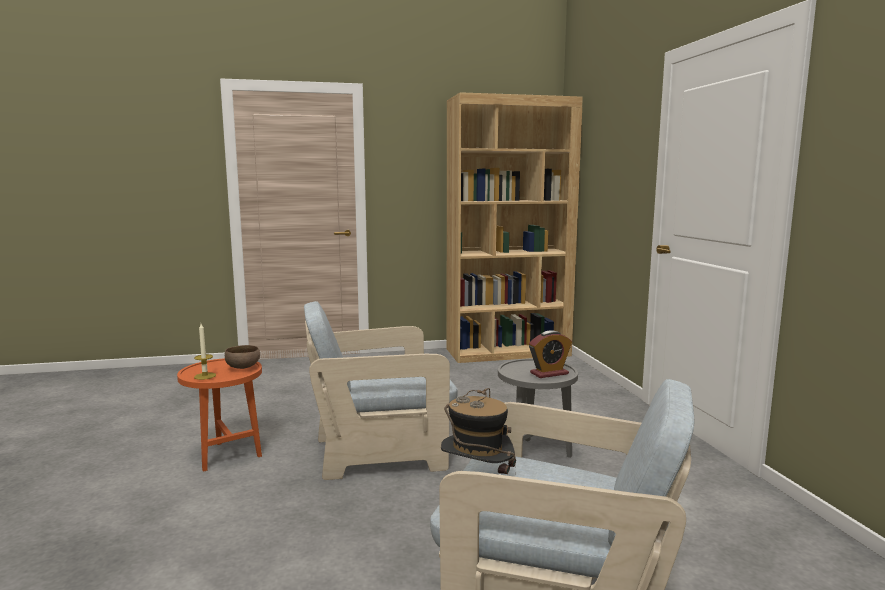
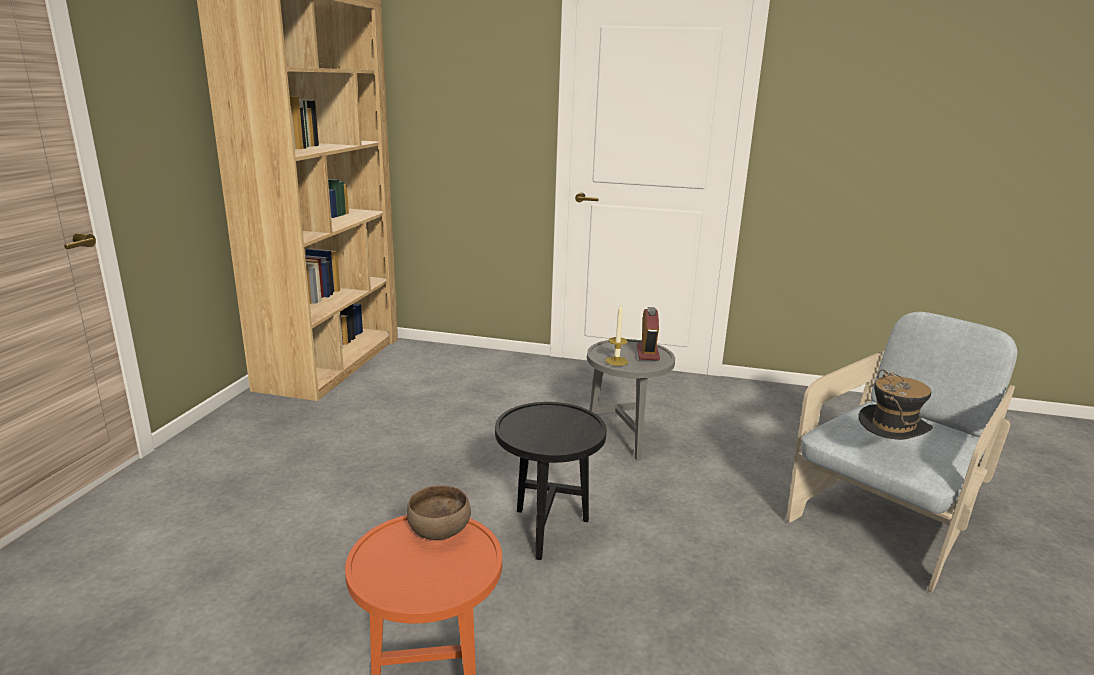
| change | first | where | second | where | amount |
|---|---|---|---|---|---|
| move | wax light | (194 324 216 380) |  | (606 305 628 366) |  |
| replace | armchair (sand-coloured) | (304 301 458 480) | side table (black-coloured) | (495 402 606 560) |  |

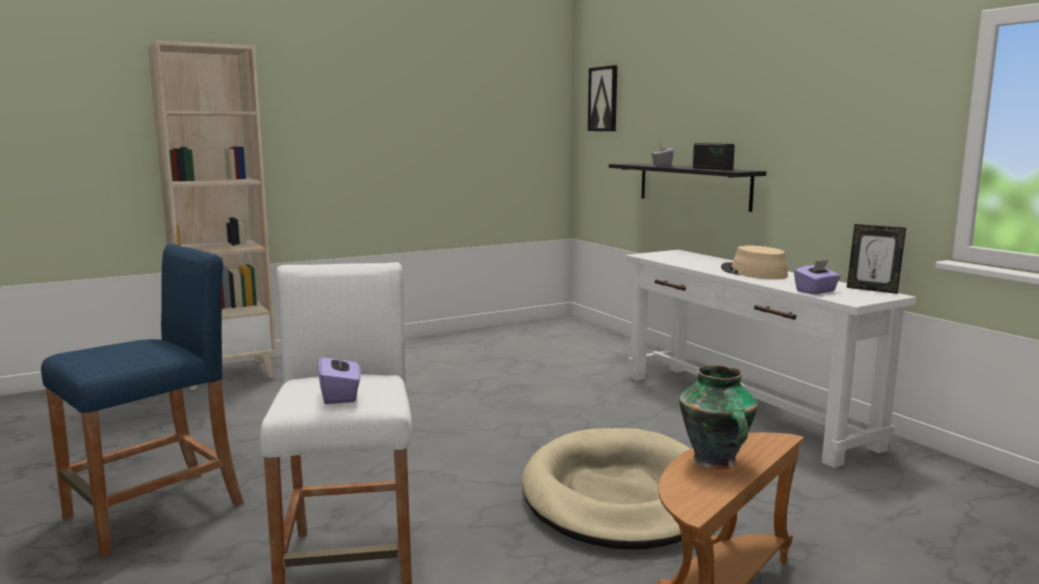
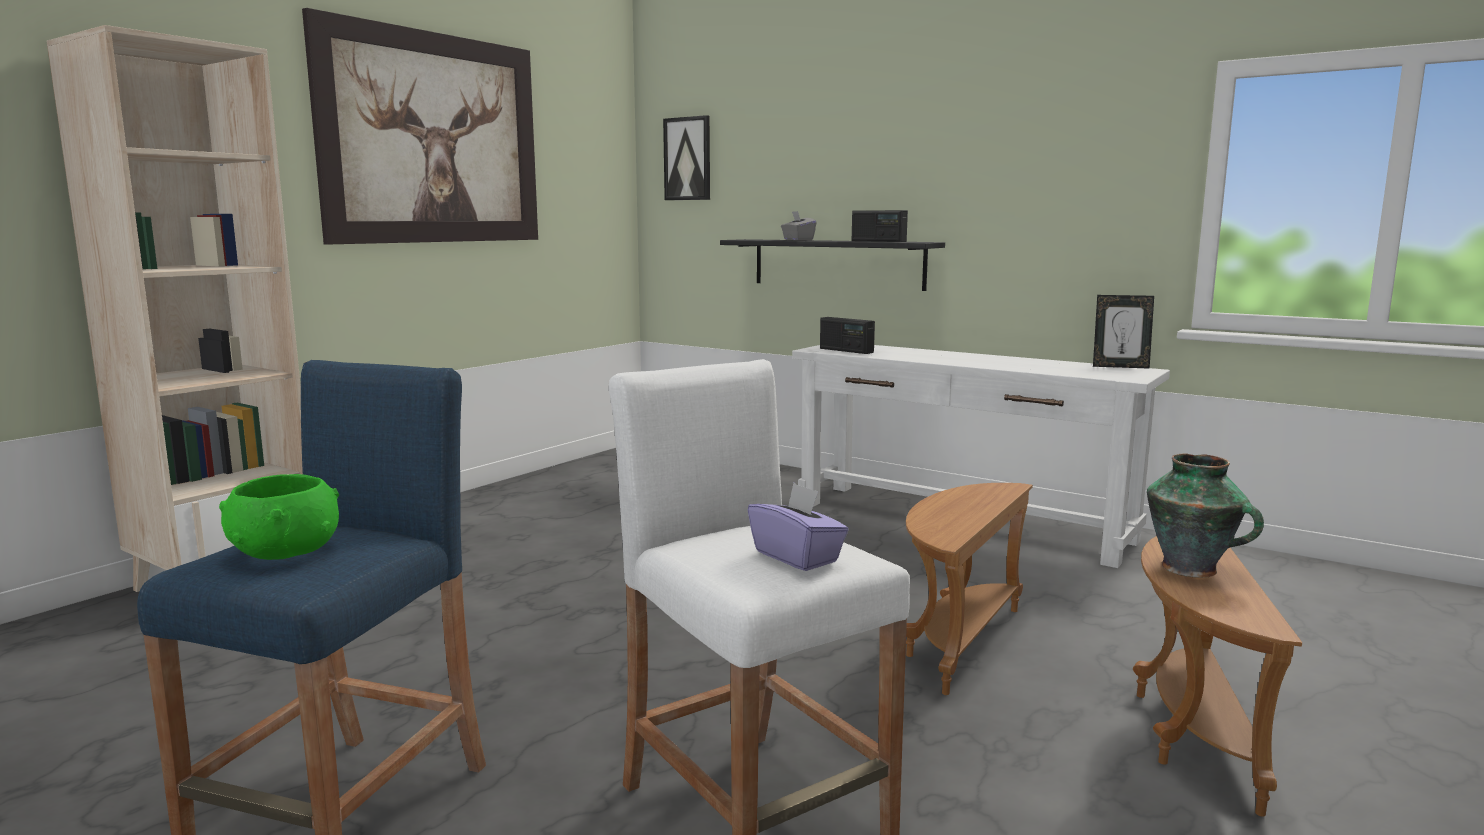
| change | first | where | second | where | amount |
|---|---|---|---|---|---|
| replace | dog cushion (sand-coloured) | (522 428 691 550) | side table (brownish) | (906 483 1033 695) |  |
| delete | wearable hat (sand-coloured) | (721 245 788 279) |  |  |  |
| delete | box of tissues (purple-coloured) | (794 260 841 294) |  |  |  |
| insert |  |  | serving bowl (green) | (219 474 339 560) |  |
| insert |  |  | picture | (302 8 538 244) |  |
| insert |  |  | radio receiver | (820 317 875 354) |  |

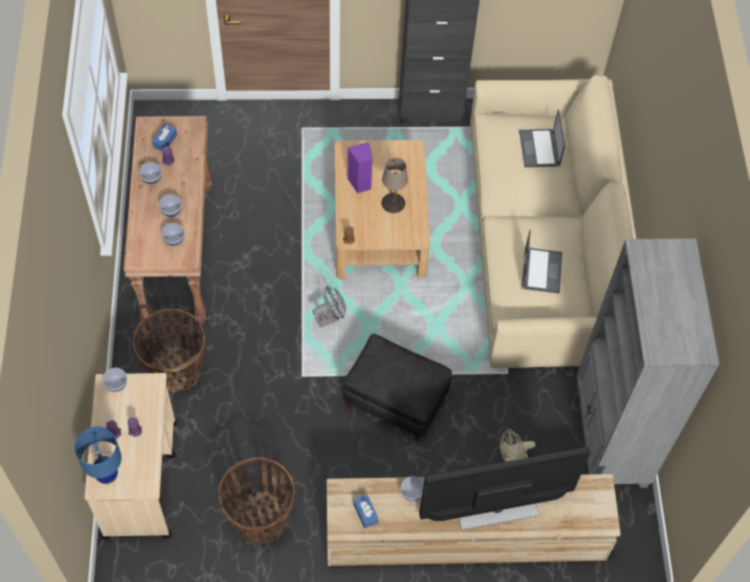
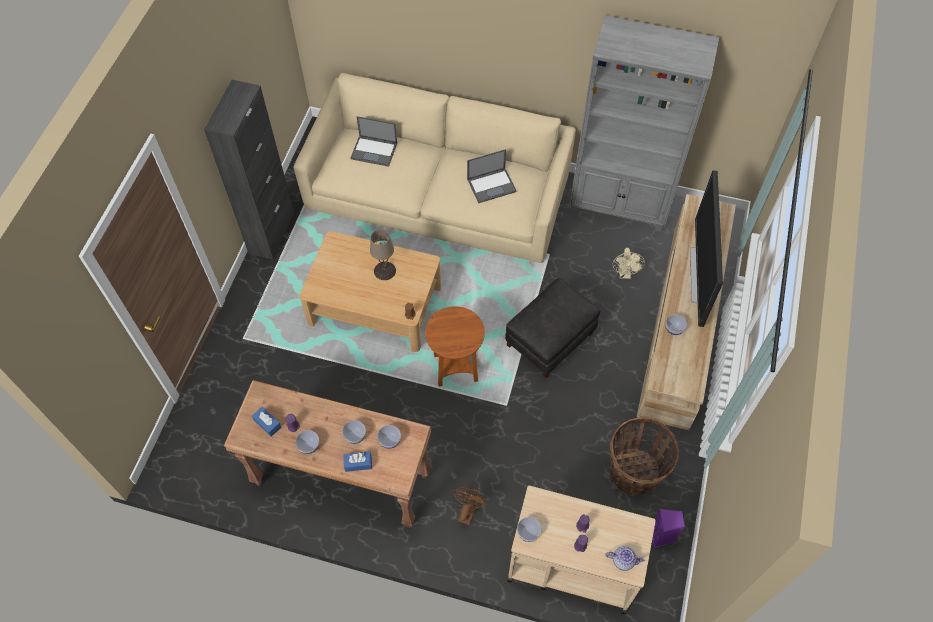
| change | first | where | second | where | amount |
|---|---|---|---|---|---|
| replace | table lamp (blue) | (74 426 122 485) | teapot | (605 546 646 571) |  |
| replace | household basket | (133 308 205 392) | electric fan (brownish) | (453 487 488 526) |  |
| replace | electric fan (grey) | (312 286 346 328) | side table (brownish) | (425 306 485 387) |  |
| move | speaker (purple-coloured) | (347 142 373 193) |  | (653 509 685 548) |  |
| move | box of tissues (blue) | (353 494 378 528) |  | (343 451 372 472) |  |
| rotate | portable computer | (522 229 562 293) |  | (467 149 517 203) | 135 degrees clockwise |

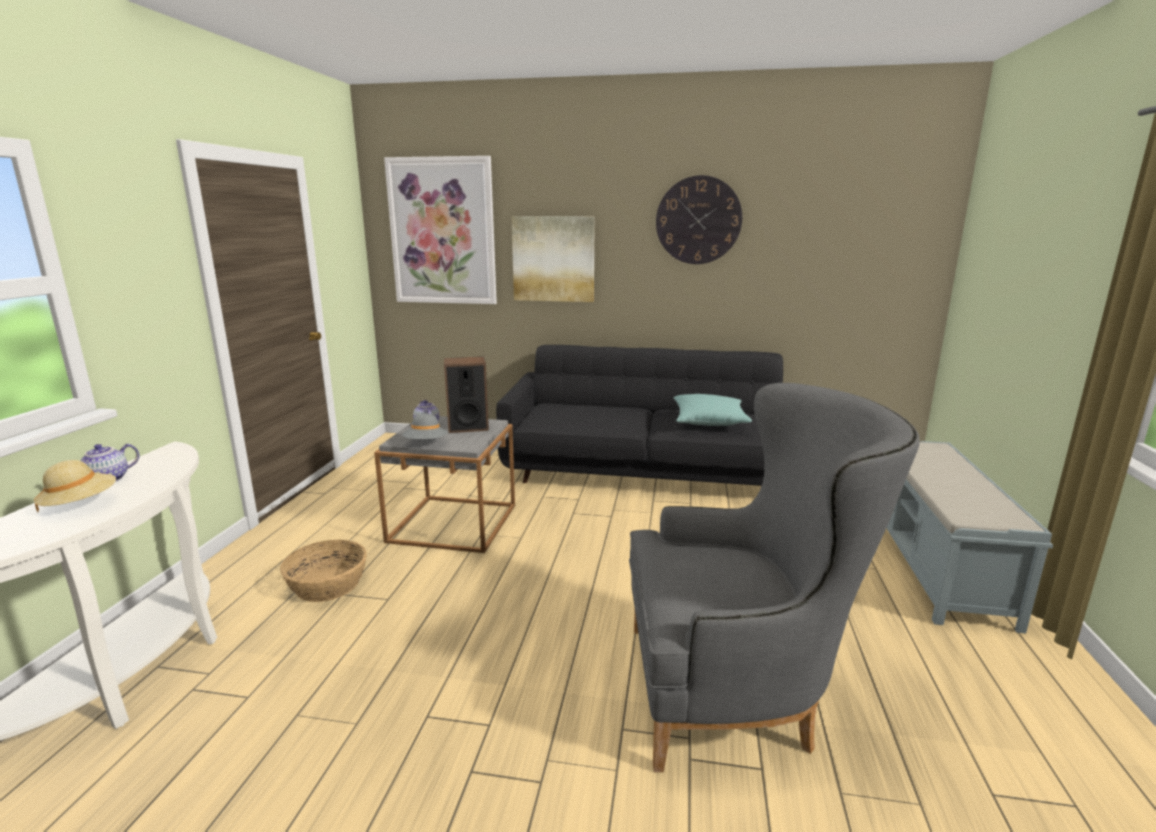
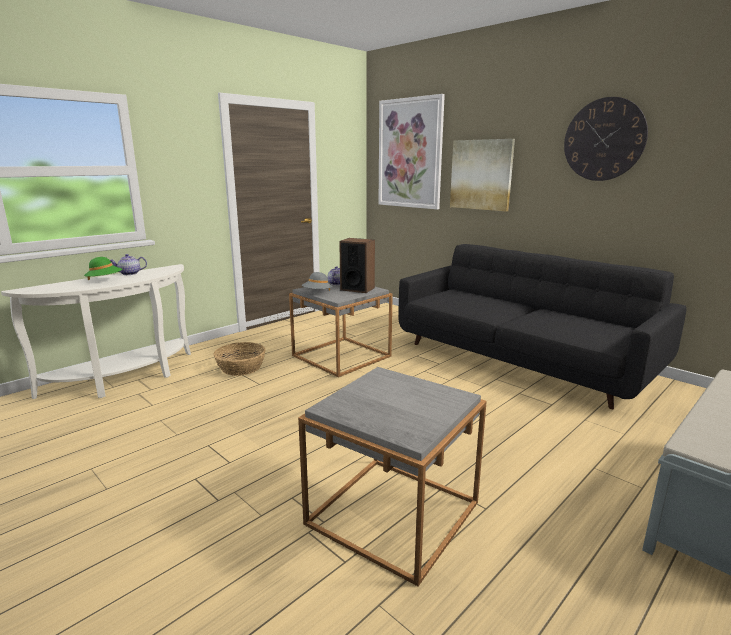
| change | first | where | second | where | amount |
|---|---|---|---|---|---|
| recolor | wearable hat (sand-coloured) | (34 460 116 512) | wearable hat (green) | (84 257 122 280) |  |
| replace | armchair (grey) | (629 383 920 772) | side table (grey) | (298 367 487 586) |  |
| delete | pillow (turquoise-coloured) | (674 394 752 426) |  |  |  |

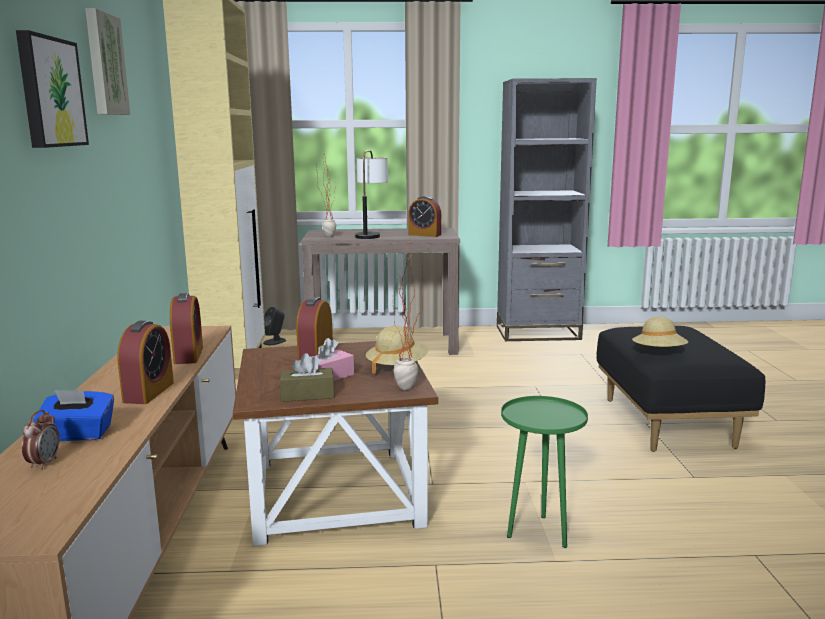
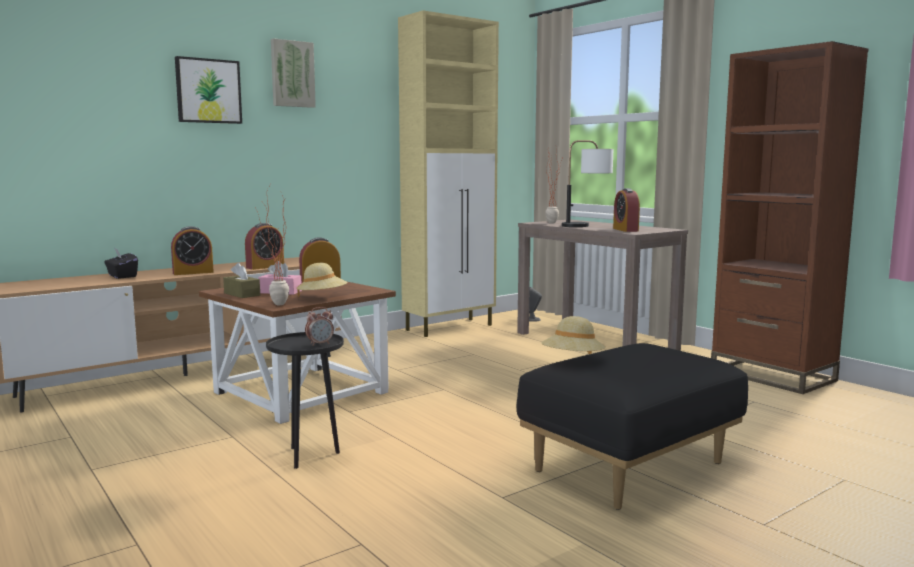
| change | first | where | second | where | amount |
|---|---|---|---|---|---|
| move | alarm clock | (22 410 59 470) |  | (305 307 334 346) |  |
| recolor | box of tissues (blue) | (34 390 114 441) | box of tissues (black-coloured) | (104 248 138 279) |  |
| recolor | shelving unit (grey) | (497 78 597 341) | shelving unit (brownish) | (711 41 868 394) |  |
| recolor | side table (green) | (501 396 588 548) | side table (black-coloured) | (266 332 344 469) |  |

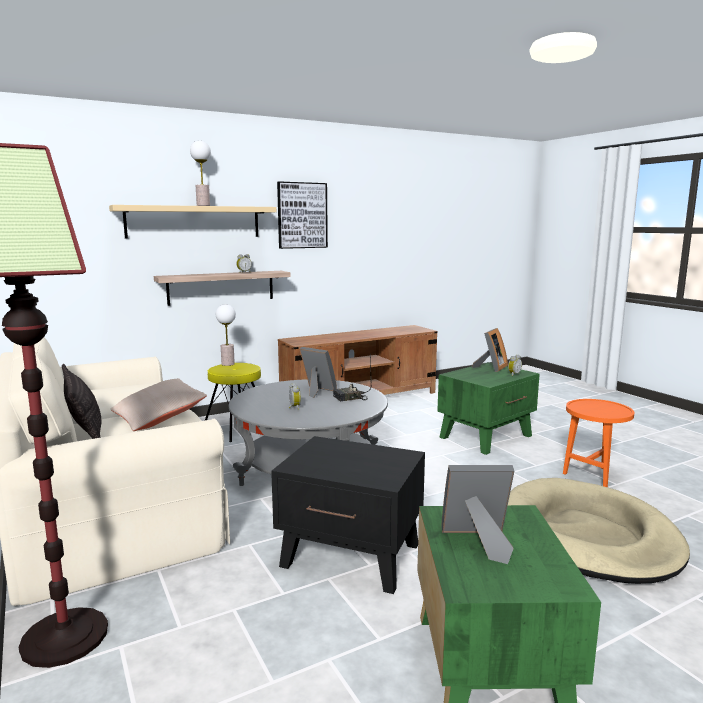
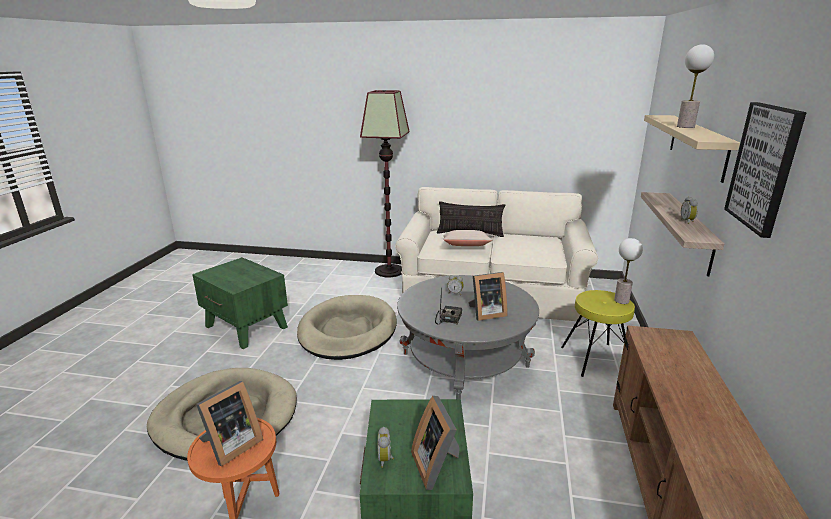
| change | first | where | second | where | amount |
|---|---|---|---|---|---|
| replace | side table (black-coloured) | (271 436 425 594) | dog cushion (sand-coloured) | (297 295 397 360) |  |
| move | photo frame | (441 465 514 564) |  | (196 381 263 467) |  |

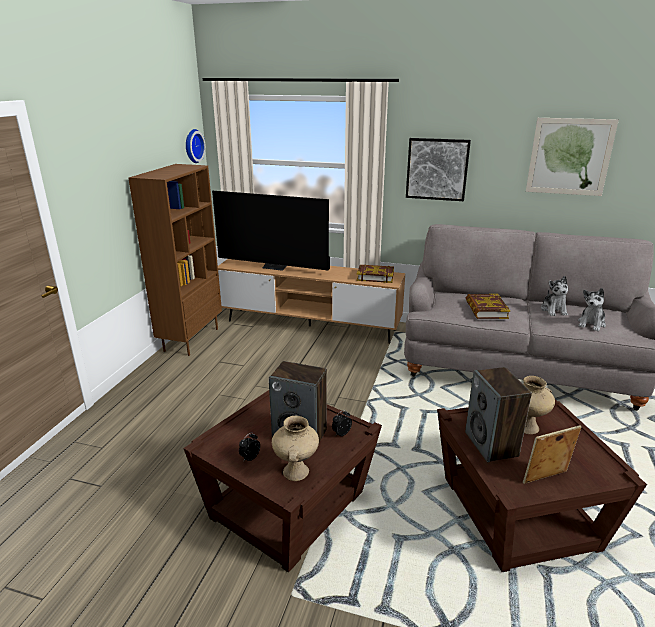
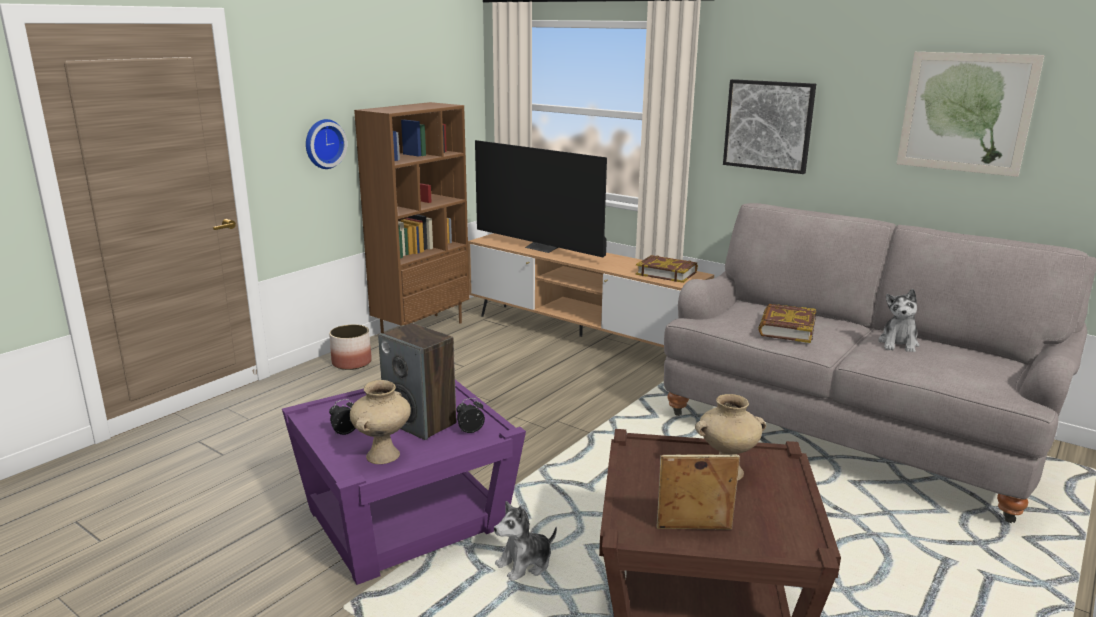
| change | first | where | second | where | amount |
|---|---|---|---|---|---|
| recolor | side table (brownish) | (183 390 382 573) | side table (purple-coloured) | (282 380 526 585) |  |
| move | hanging clock | (186 129 206 163) |  | (306 119 347 169) |  |
| delete | speaker | (465 367 532 462) |  |  |  |
| move | plush toy | (578 288 606 331) |  | (494 501 557 581) |  |
| insert |  |  | planter | (329 324 372 370) |  |

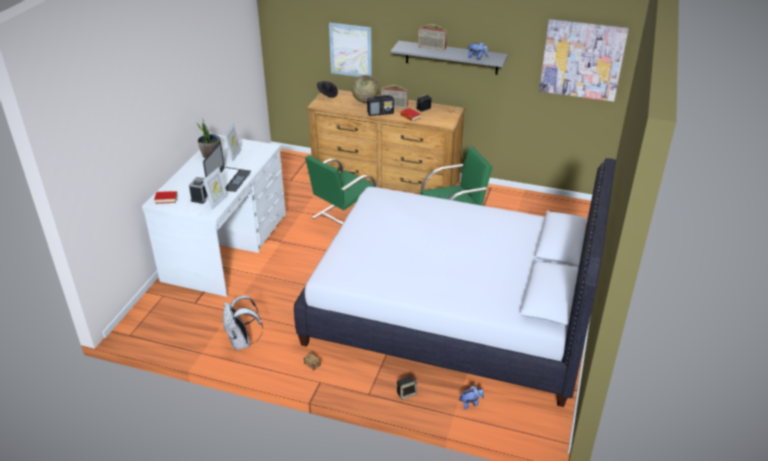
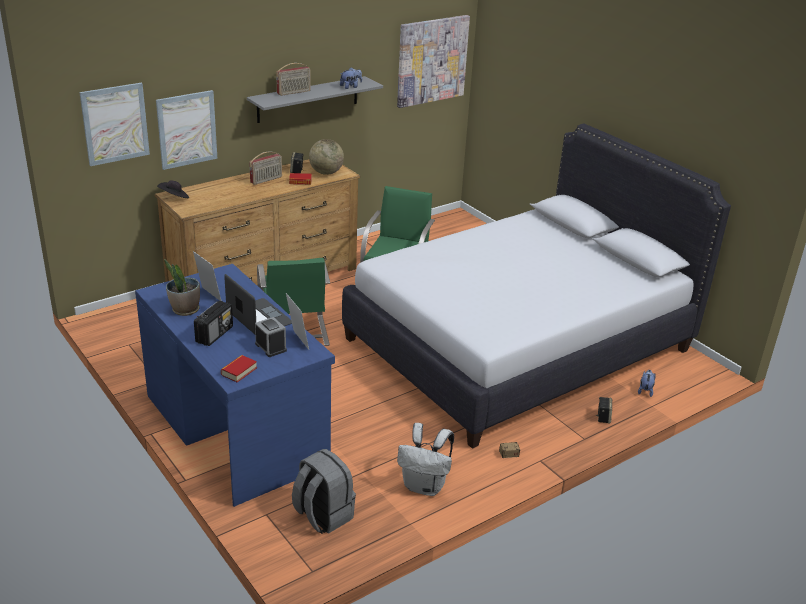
| change | first | where | second | where | amount |
|---|---|---|---|---|---|
| recolor | desk unit (white) | (142 134 286 297) | desk unit (blue) | (135 264 335 507) |  |
| move | world globe | (352 75 379 103) |  | (309 139 344 175) |  |
| move | radio receiver | (367 95 394 116) |  | (194 301 233 346) |  |
| insert |  |  | picture | (79 83 150 166) |  |
| insert |  |  | rucksack (grey) | (292 449 356 534) |  |

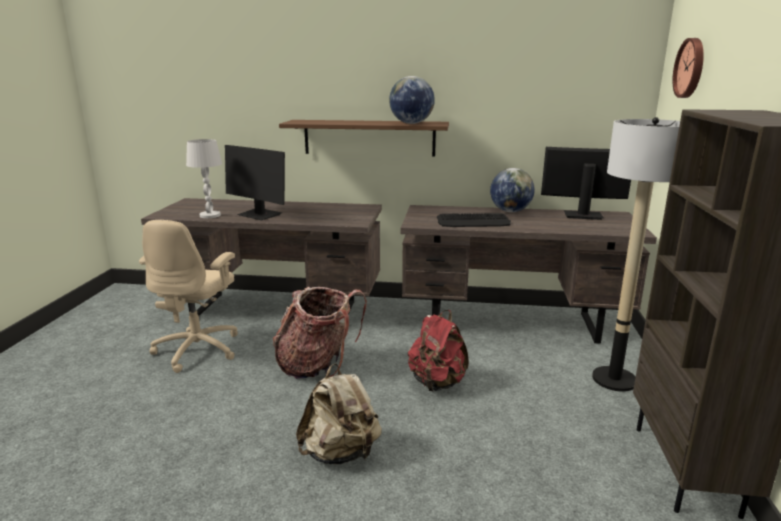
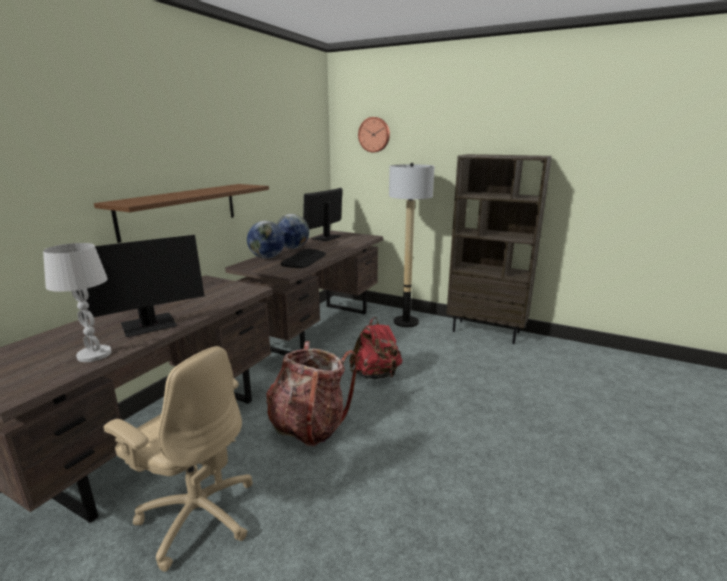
| change | first | where | second | where | amount |
|---|---|---|---|---|---|
| delete | rucksack (sand-coloured) | (296 363 382 464) |  |  |  |
| move | world globe | (389 76 435 124) |  | (247 221 285 259) |  |

